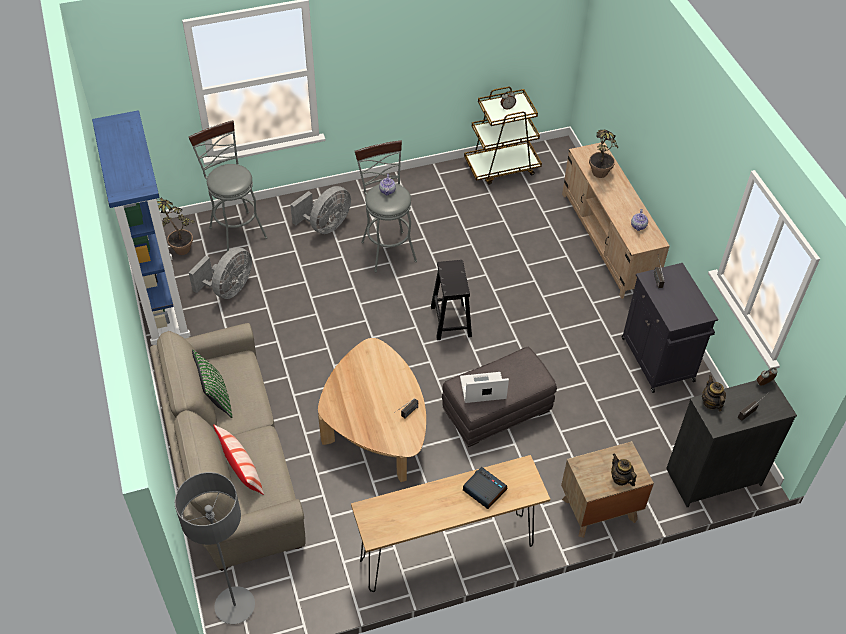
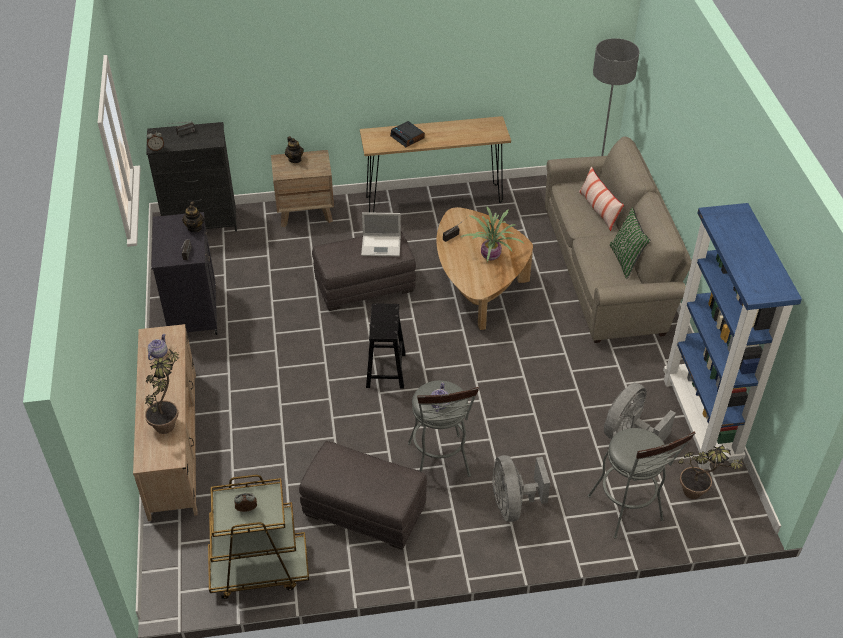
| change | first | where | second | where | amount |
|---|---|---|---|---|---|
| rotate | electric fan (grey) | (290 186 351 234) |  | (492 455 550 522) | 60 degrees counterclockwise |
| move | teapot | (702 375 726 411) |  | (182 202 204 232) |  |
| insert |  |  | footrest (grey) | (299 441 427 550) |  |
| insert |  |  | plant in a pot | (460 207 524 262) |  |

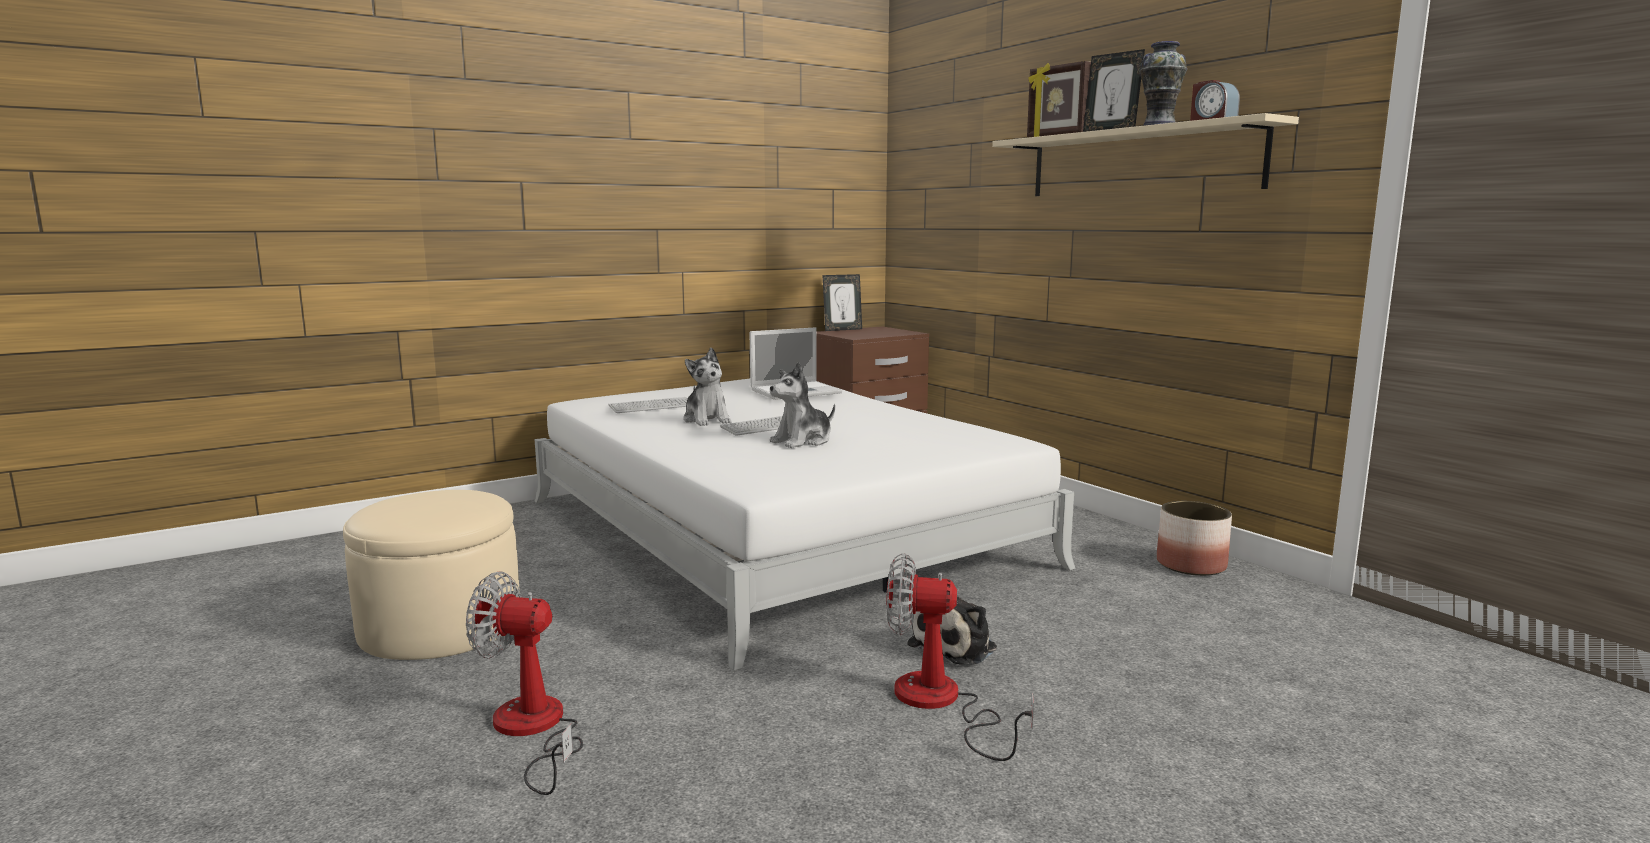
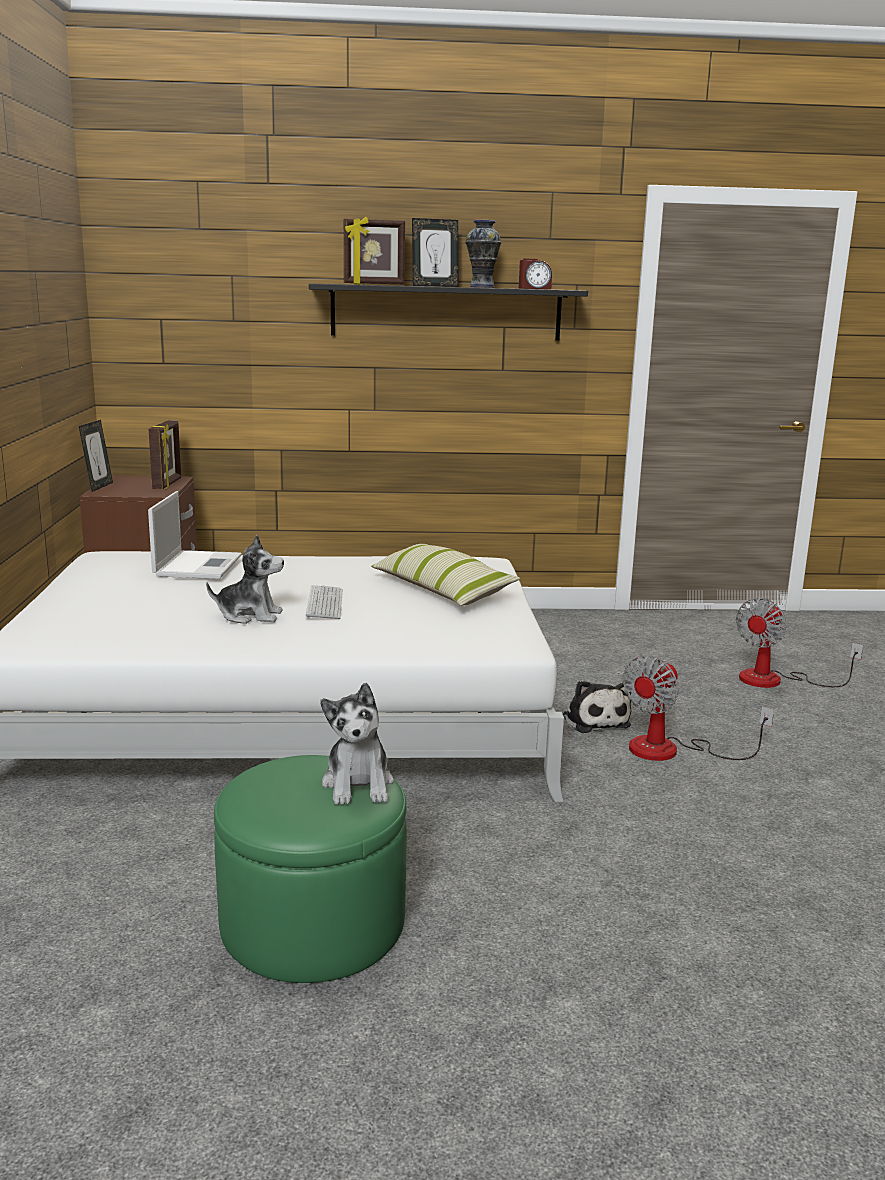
| change | first | where | second | where | amount |
|---|---|---|---|---|---|
| recolor | footrest (sand-coloured) | (343 490 520 660) | footrest (green) | (214 755 407 983) |  |
| move | electric fan | (466 572 583 795) |  | (736 598 863 688) |  |
| delete | PC keyboard | (609 397 688 413) |  |  |  |
| move | plush toy | (770 362 835 448) |  | (321 683 394 805) |  |
| recolor | shelf (sand-coloured) | (992 113 1299 196) | shelf (black-coloured) | (309 284 588 341) |  |
| delete | planter | (1157 501 1232 576) |  |  |  |
| insert |  |  | photo frame | (149 420 181 489) |  |
| insert |  |  | pillow | (371 544 520 606) |  |

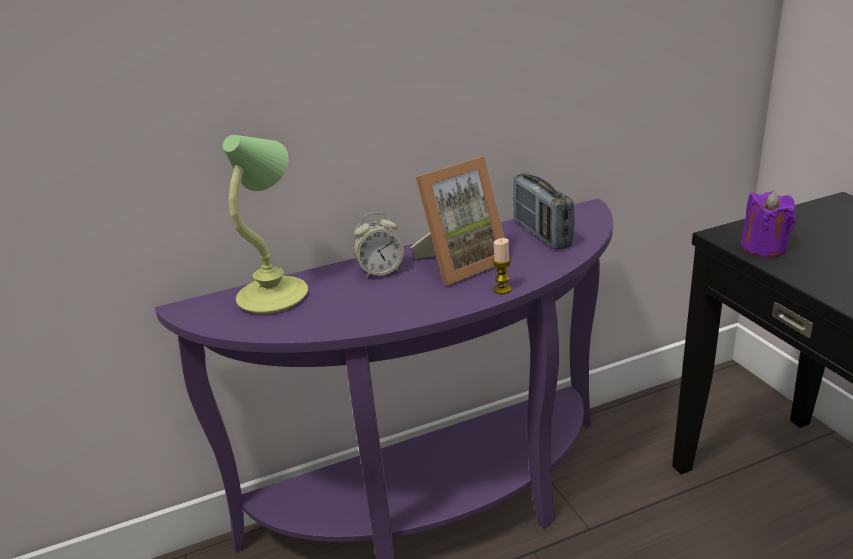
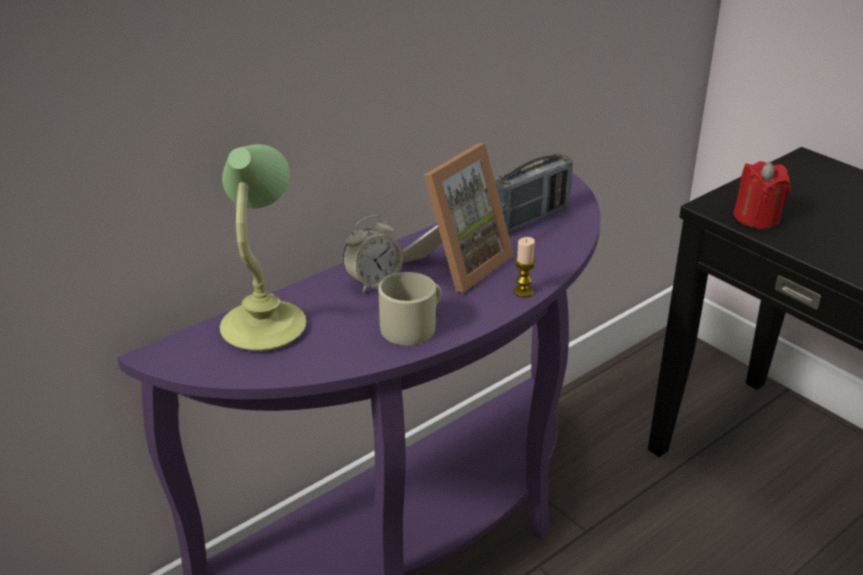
| change | first | where | second | where | amount |
|---|---|---|---|---|---|
| rotate | radio receiver | (513 173 575 250) |  | (494 154 573 234) | 90 degrees counterclockwise |
| recolor | wax light (purple-coloured) | (741 190 796 257) | wax light (red) | (734 161 790 229) |  |
| insert |  |  | tea mug (sand-coloured) | (378 272 442 345) |  |

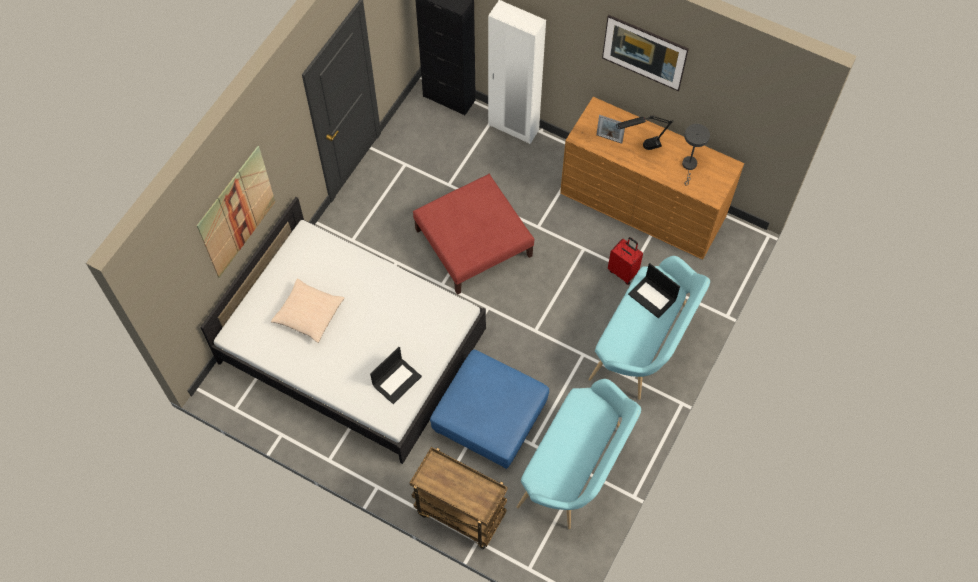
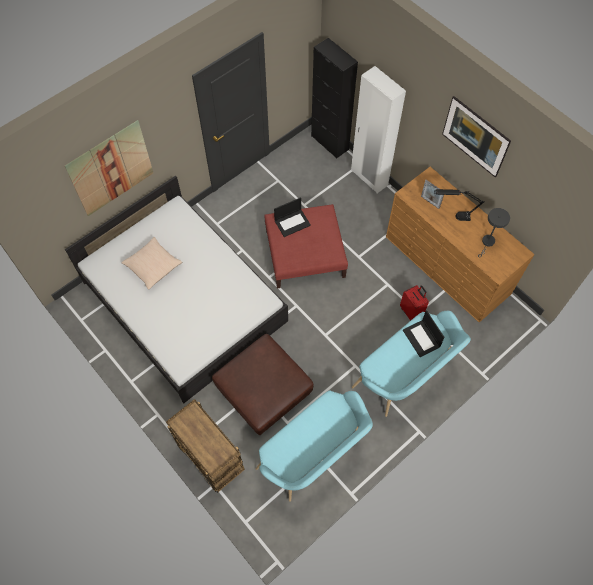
| change | first | where | second | where | amount |
|---|---|---|---|---|---|
| move | portable computer | (370 347 422 404) |  | (274 197 311 237) |  |
| recolor | footrest (blue) | (430 350 549 469) | footrest (brownish) | (212 334 314 435) |  |

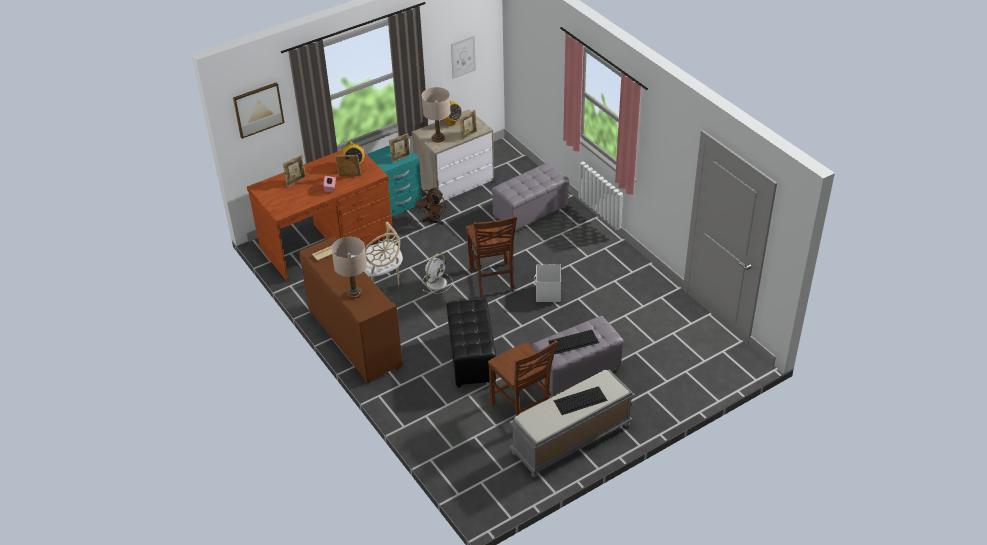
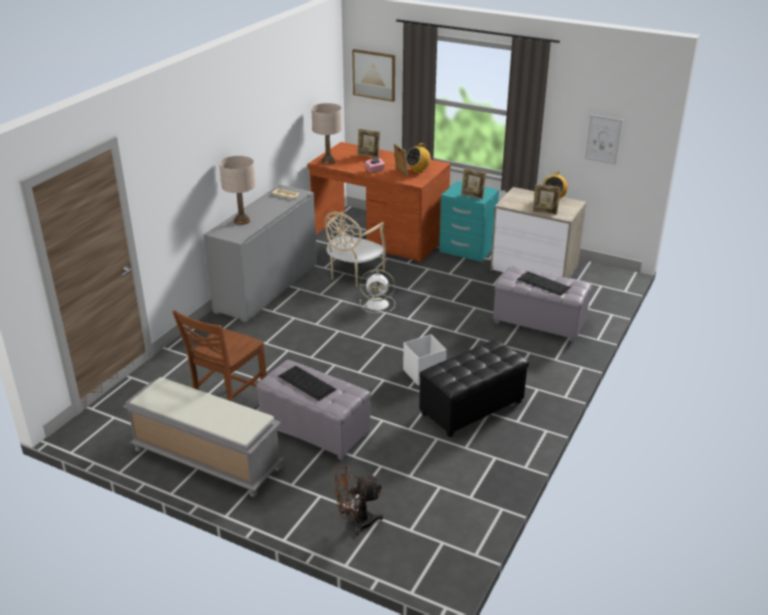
| change | first | where | second | where | amount |
|---|---|---|---|---|---|
| recolor | cabinet (brownish) | (299 236 403 384) | cabinet (grey) | (204 184 317 322) |  |
| move | electric fan (brownish) | (414 187 446 225) |  | (334 465 383 536) |  |
| move | table lamp (sand-coloured) | (422 87 451 143) |  | (311 103 342 165) |  |
| move | footrest (black-coloured) | (446 299 496 388) |  | (419 339 529 437) |  |
| delete | upright chair (brownish) | (466 216 517 297) |  |  |  |
| move | PC keyboard | (554 386 608 415) |  | (517 272 571 296) |  |

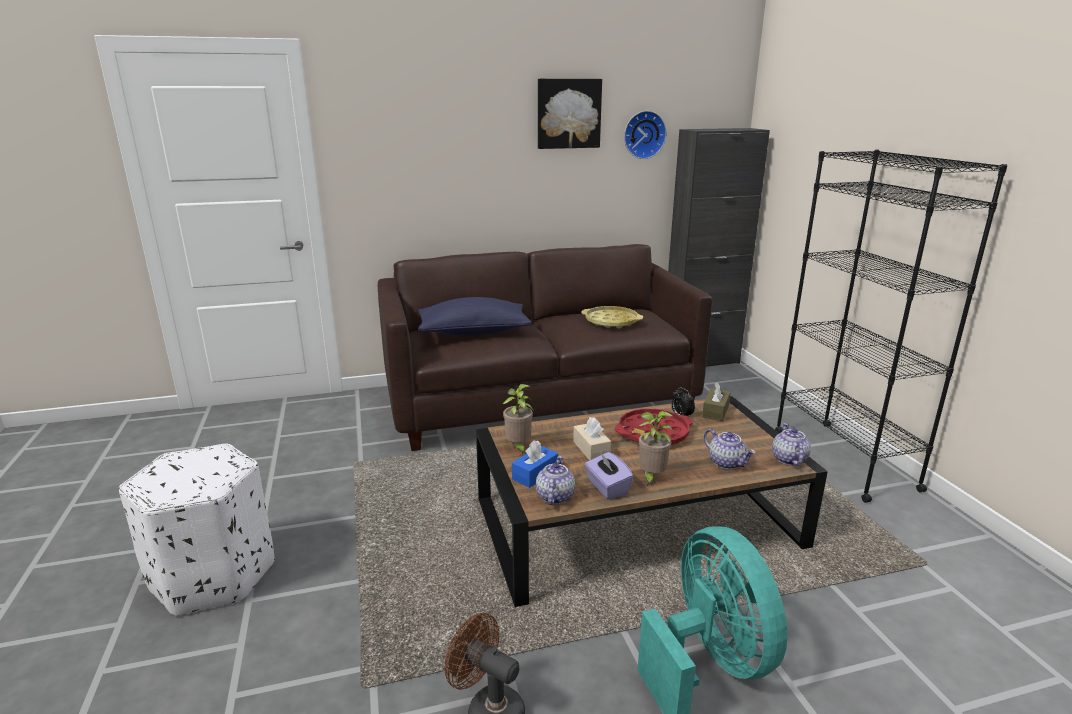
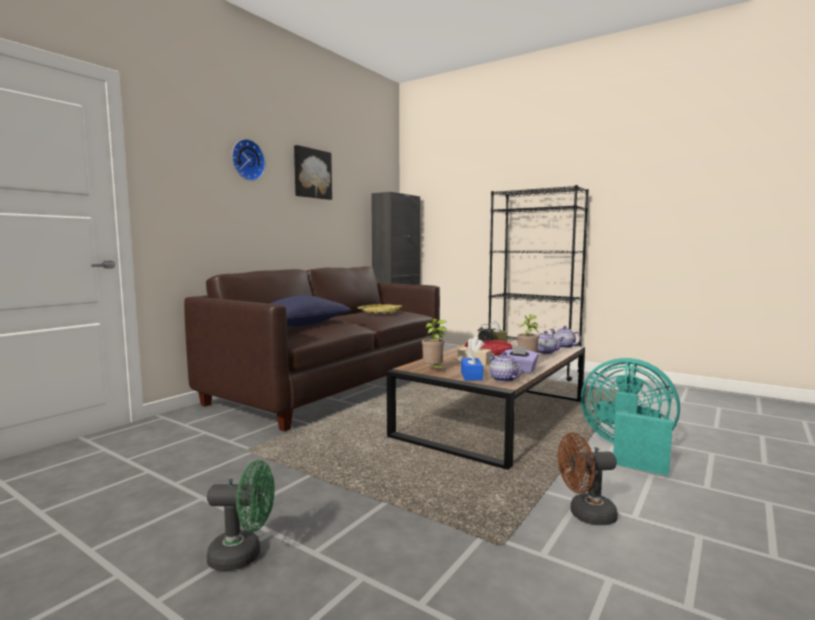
| change | first | where | second | where | amount |
|---|---|---|---|---|---|
| replace | footrest (white) | (119 444 274 616) | electric fan (green) | (206 460 275 571) |  |
| move | hanging clock | (624 111 667 159) |  | (232 139 265 181) |  |

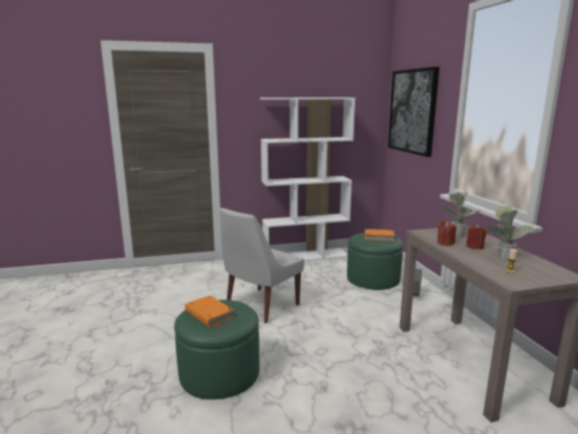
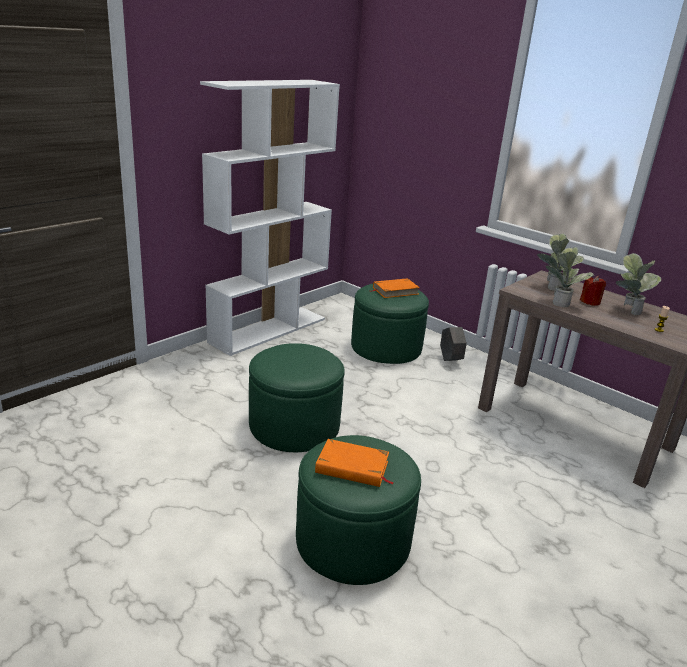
| change | first | where | second | where | amount |
|---|---|---|---|---|---|
| replace | upright chair (white) | (220 208 304 323) | footrest (green) | (249 343 345 452) |  |
| delete | picture | (388 67 439 157) |  |  |  |
| replace | wax light (red) | (437 221 456 246) | plant in a pot | (546 247 594 307) |  |

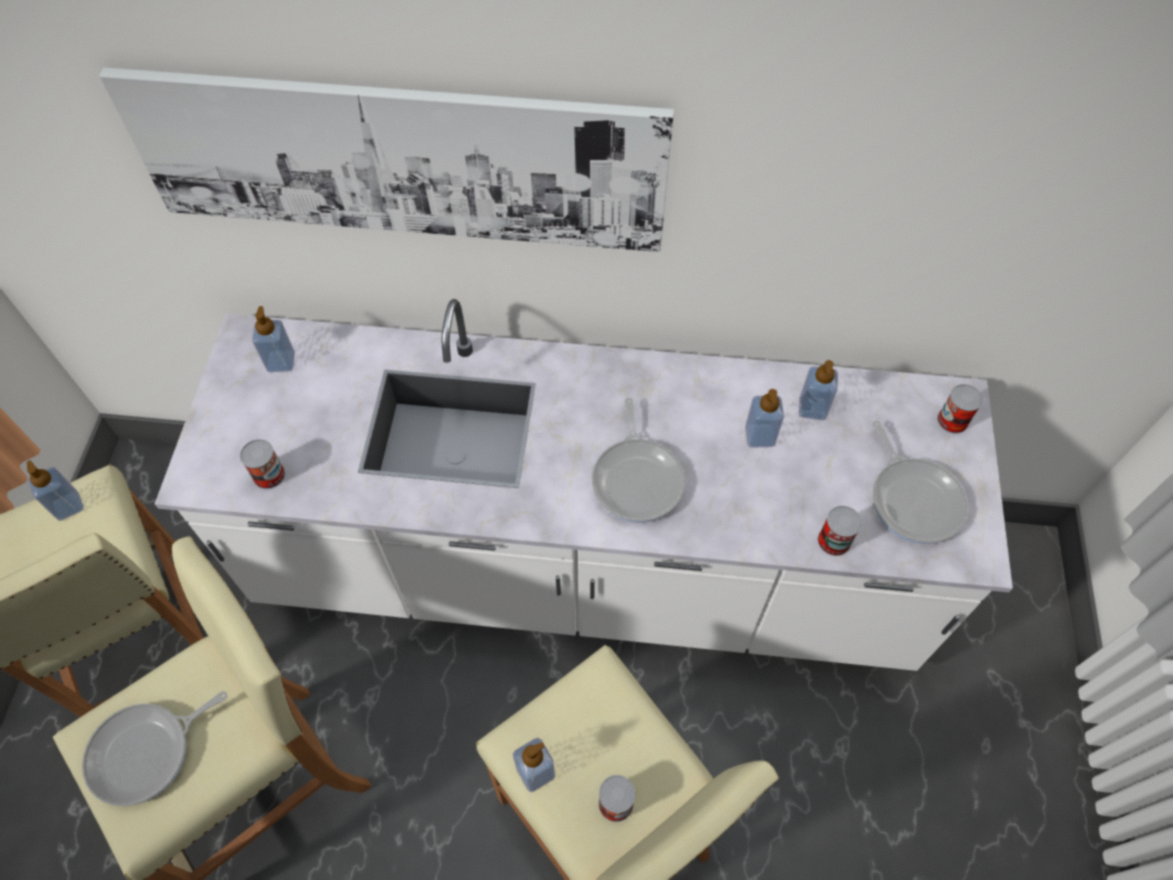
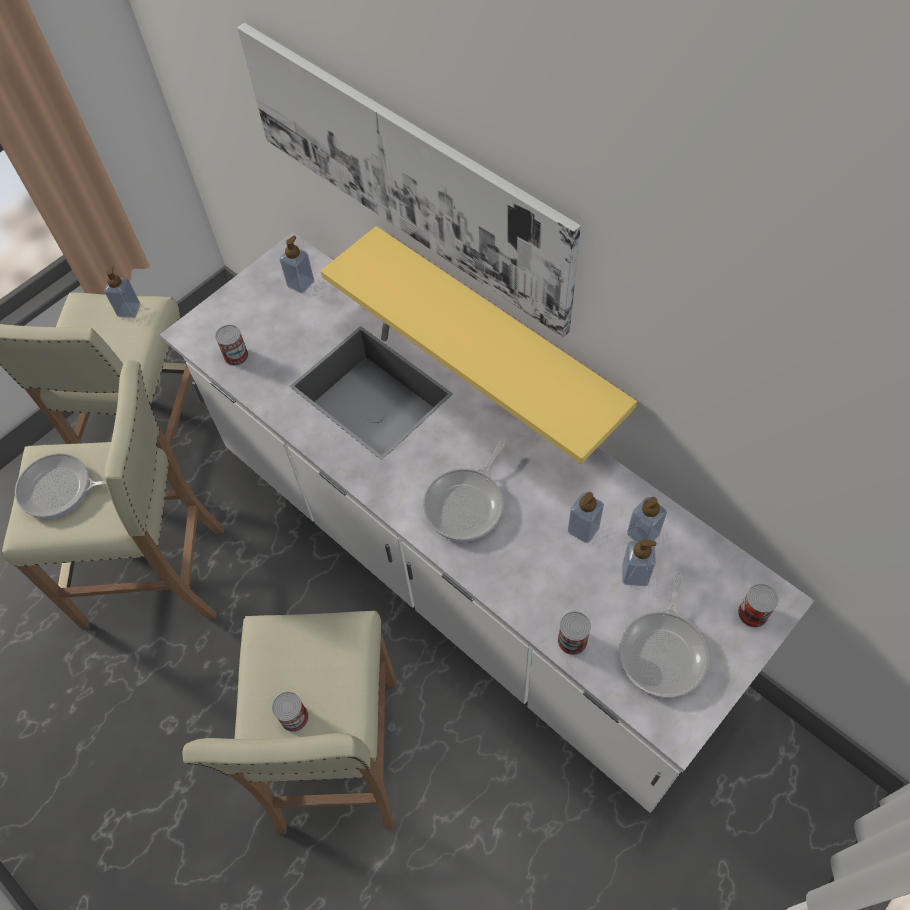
| change | first | where | second | where | amount |
|---|---|---|---|---|---|
| move | soap bottle | (513 738 555 792) |  | (622 539 656 586) |  |
| insert |  |  | shelf (yellowish) | (321 226 637 464) |  |

